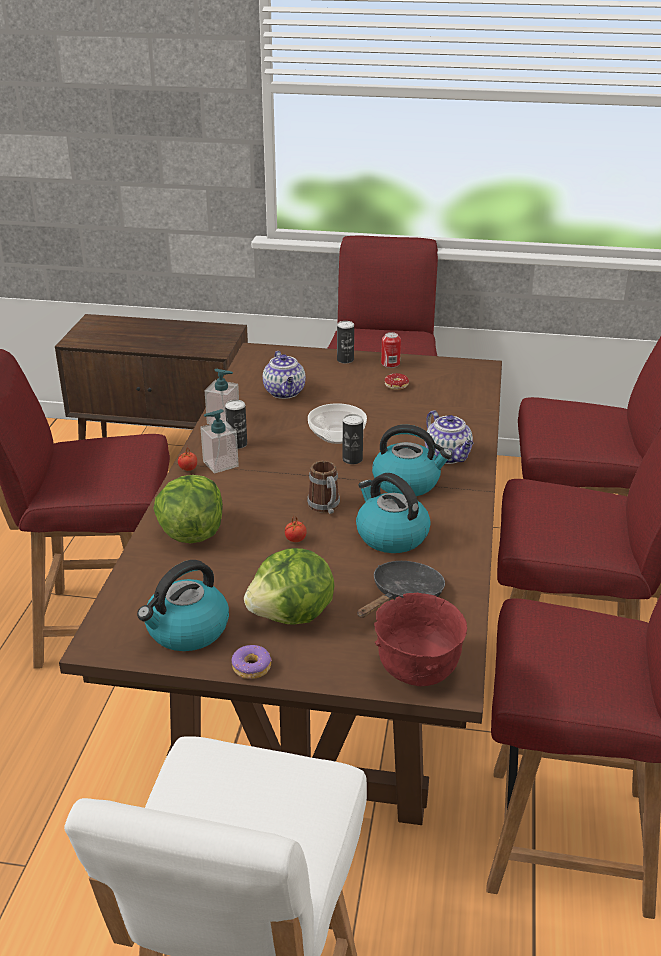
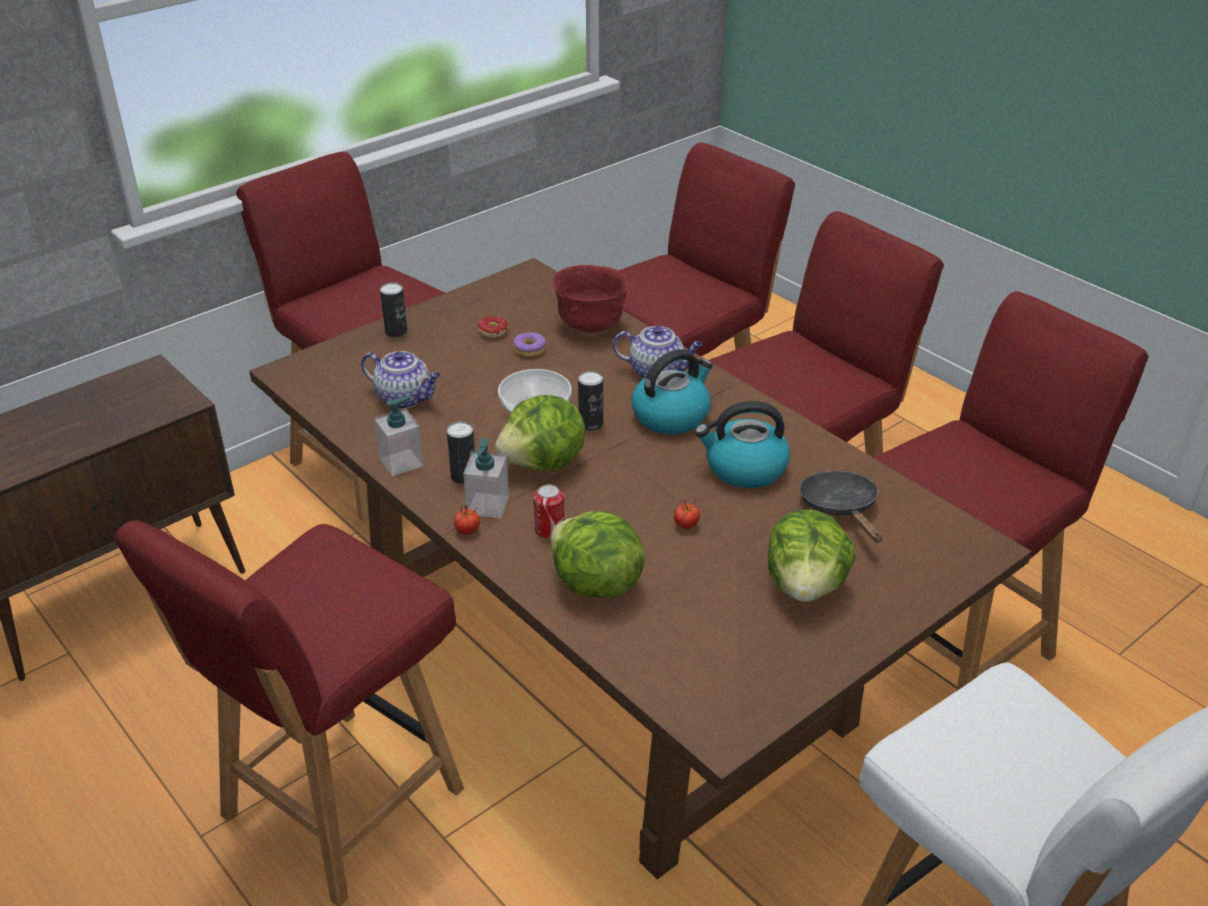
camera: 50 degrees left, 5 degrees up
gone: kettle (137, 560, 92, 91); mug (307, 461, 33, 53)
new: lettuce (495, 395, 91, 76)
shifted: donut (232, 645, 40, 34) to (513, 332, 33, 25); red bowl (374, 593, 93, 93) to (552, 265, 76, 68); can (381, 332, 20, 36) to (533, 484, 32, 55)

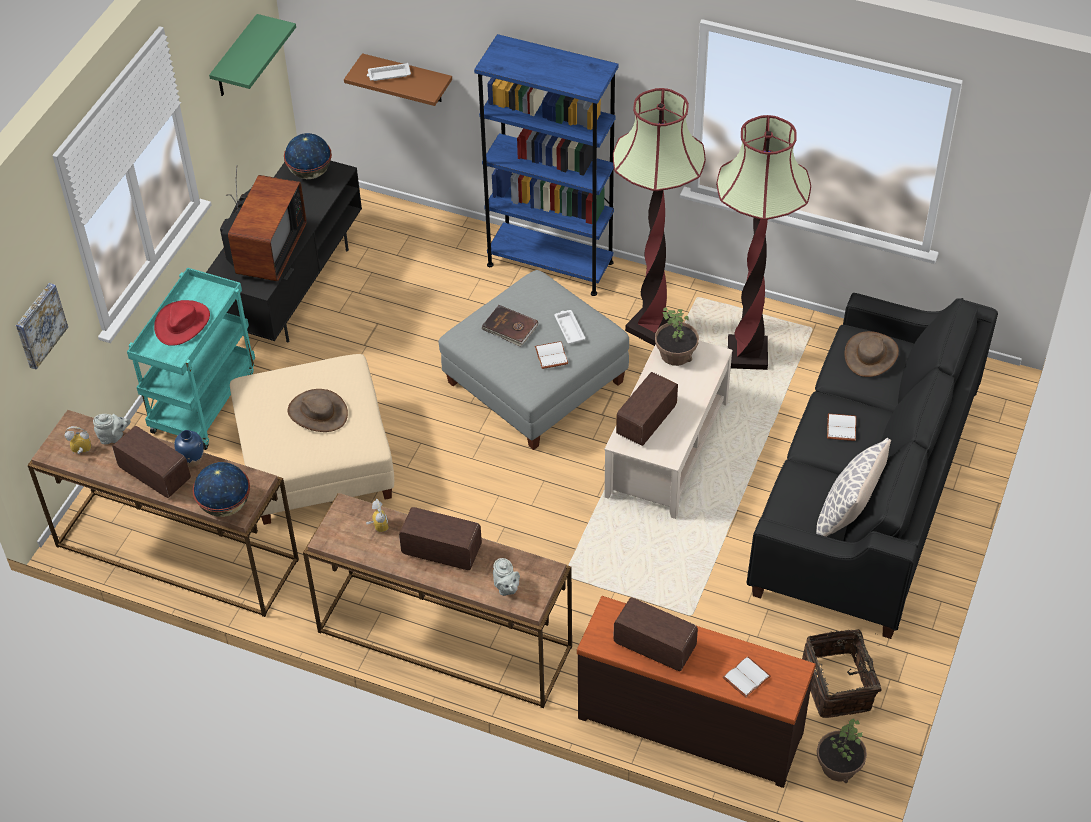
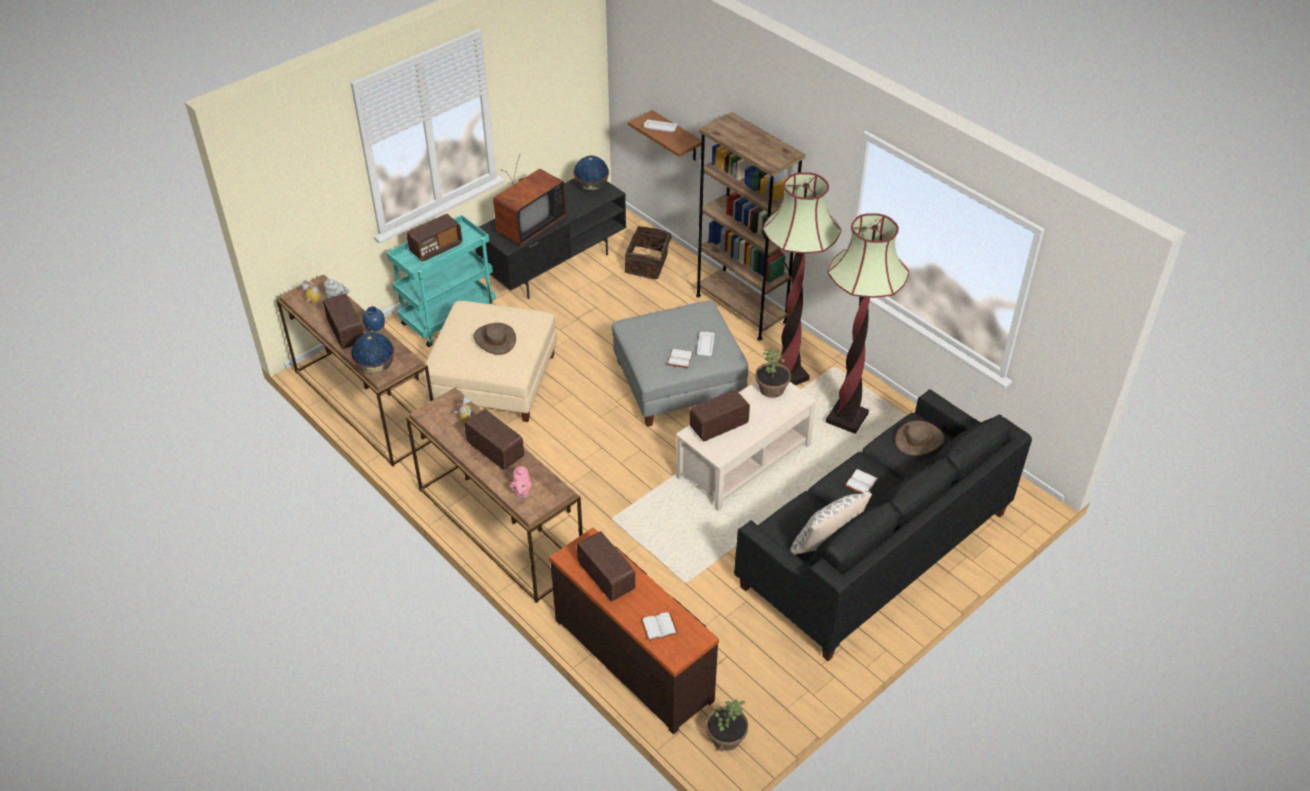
camera: 25 degrees right, 5 degrees down
gone: picture (16, 283, 52, 87); green shelf (209, 14, 87, 82); brown book (481, 305, 57, 42)
shifted: basket (802, 629, 79, 89) to (625, 226, 55, 53)
swapped: red hat (154, 300, 56, 46) to radio (406, 214, 56, 47)
repainted: blue bookcase (474, 34, 144, 262) to brown bookcase (696, 112, 110, 229); grey teapot (493, 558, 27, 38) to pink teapot (510, 466, 21, 32)

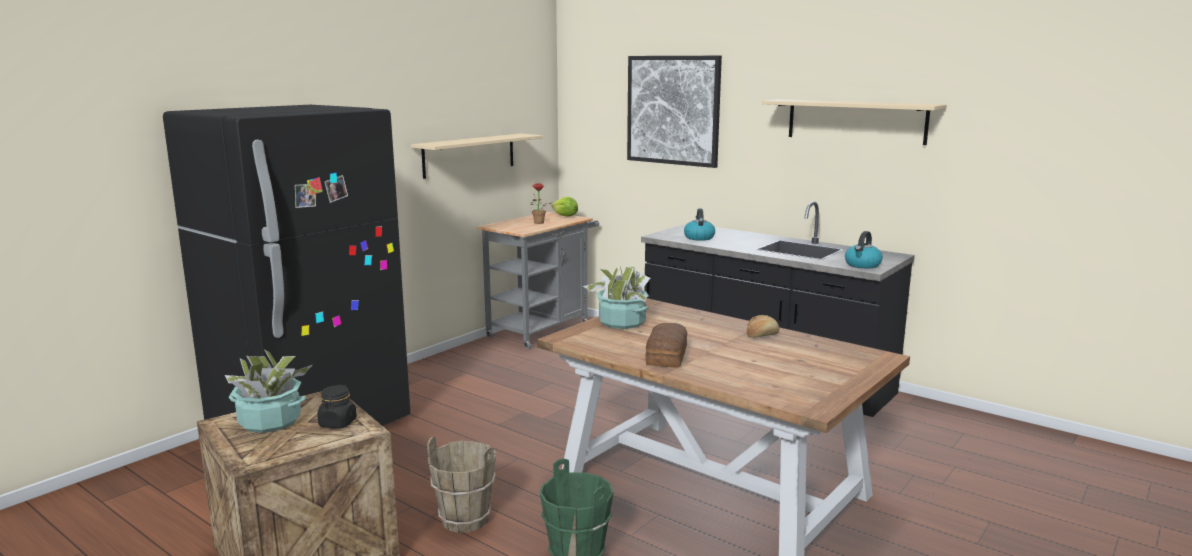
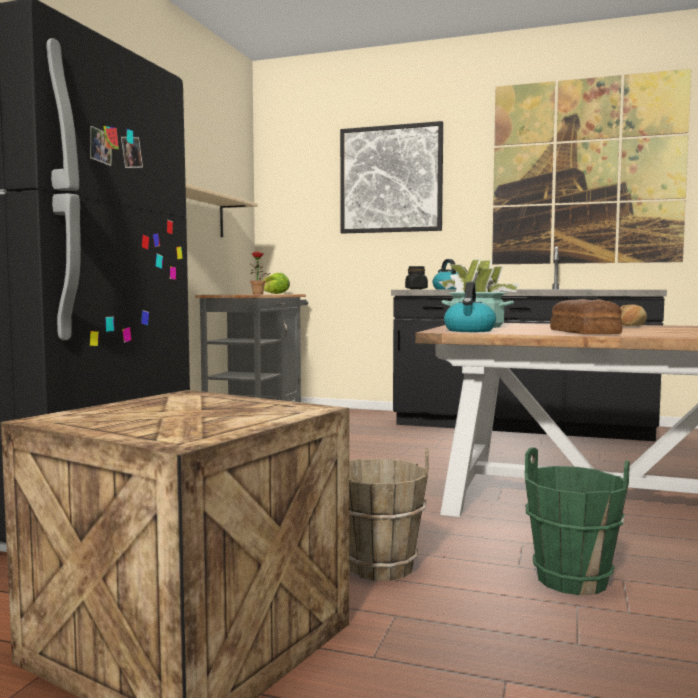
camera: 20 degrees left, 10 degrees down
gone: potted plant (225, 350, 87, 83)
shifted: black jar (317, 385, 40, 43) to (405, 266, 23, 23); kettle (845, 231, 38, 37) to (444, 281, 52, 51)
swapped: beige shelf (762, 99, 185, 46) to picture (492, 69, 199, 195)

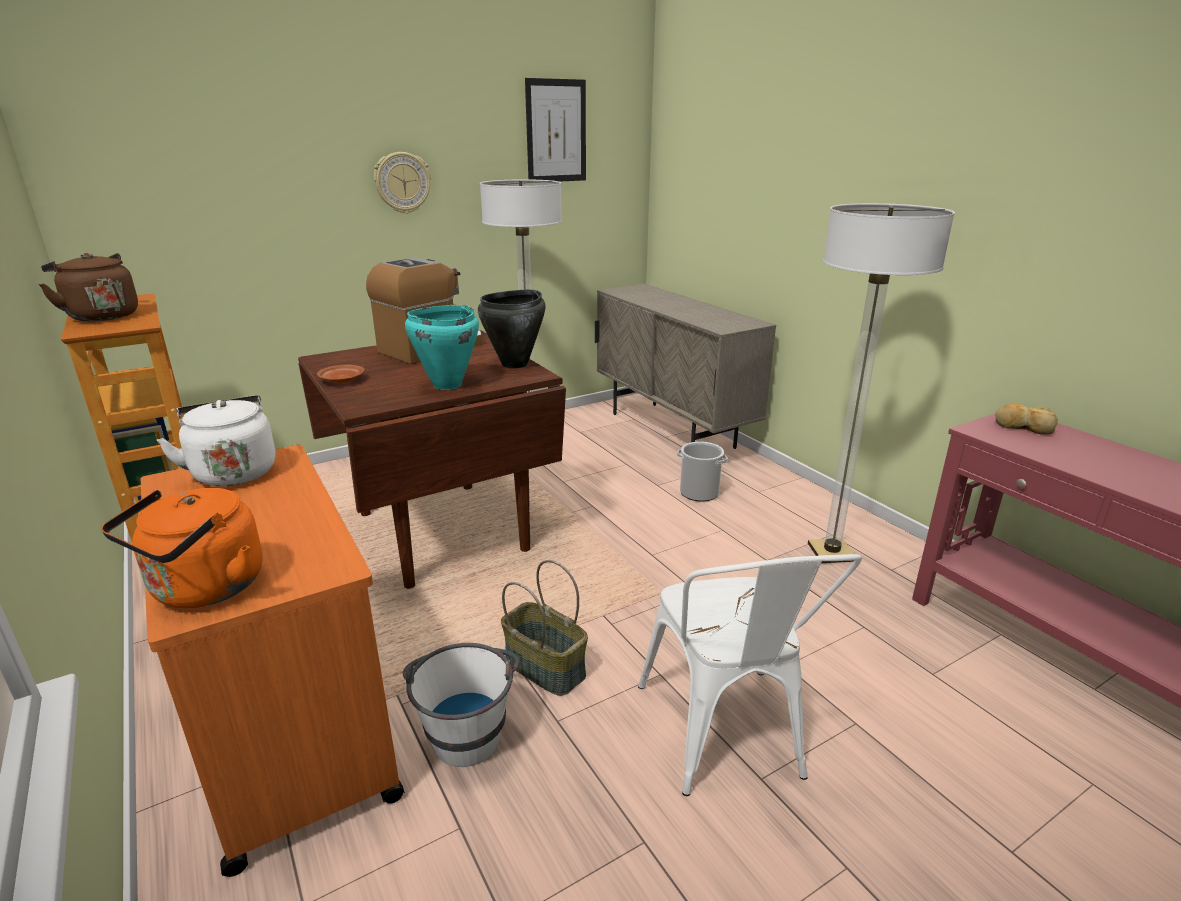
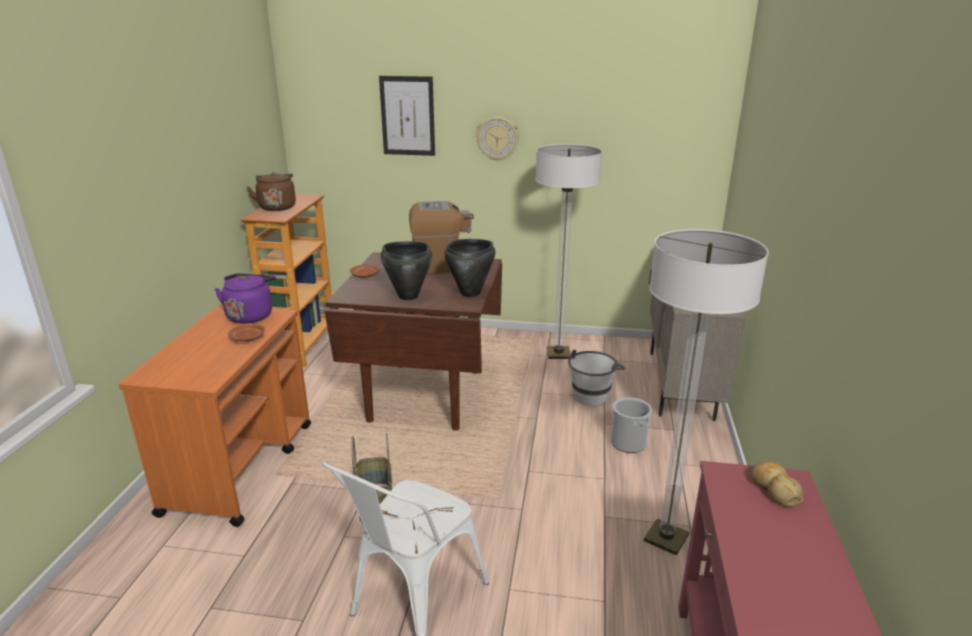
camera: 40 degrees right, 0 degrees up
gone: orange kettle (101, 488, 162, 120)
new: brown plate (228, 324, 37, 17)
shifted: white bucket (403, 643, 117, 124) to (568, 350, 58, 56); picture (525, 78, 61, 104) to (379, 76, 56, 80)
repainted: white kettle (157, 395, 119, 92) to purple kettle (215, 273, 61, 51); turquoise cooking pot (405, 305, 74, 85) to black cooking pot (380, 241, 53, 59)

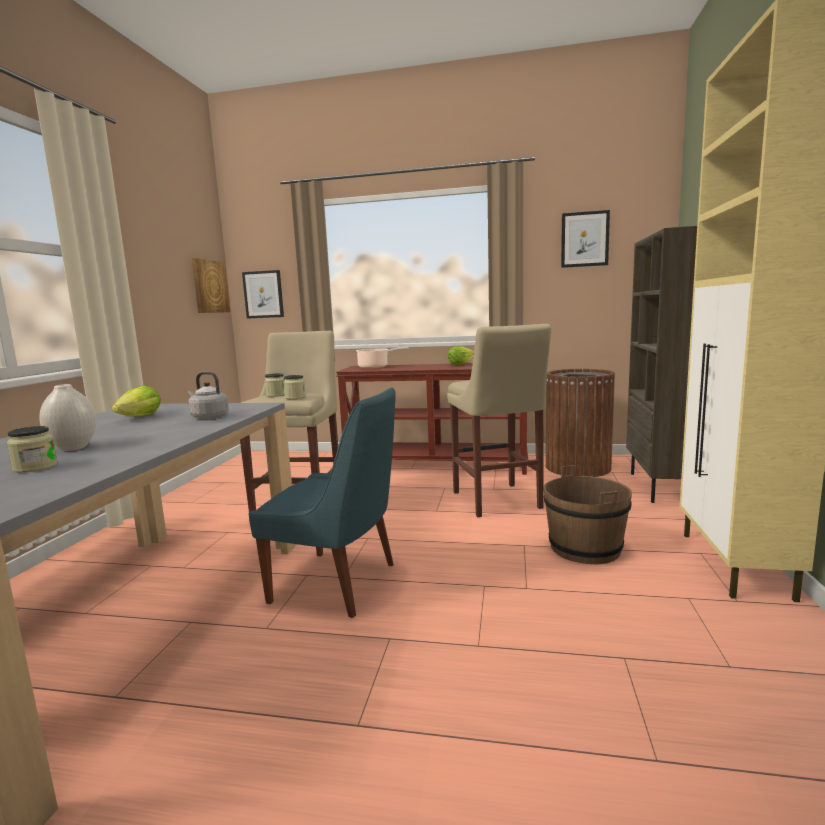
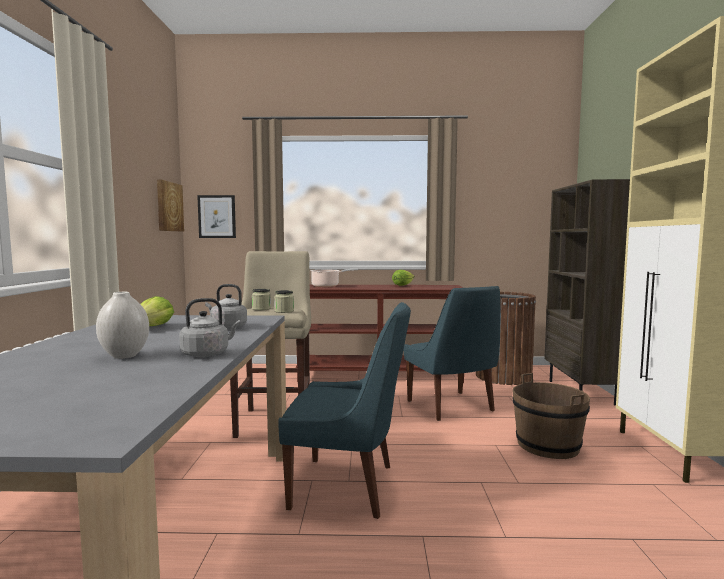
camera: 10 degrees left, 5 degrees down
gone: jar (7, 426, 50, 47); picture (561, 210, 49, 58)
new: grey kettle (179, 298, 62, 59)
swapped: beige stool (447, 324, 104, 193) to blue chair (404, 286, 96, 135)

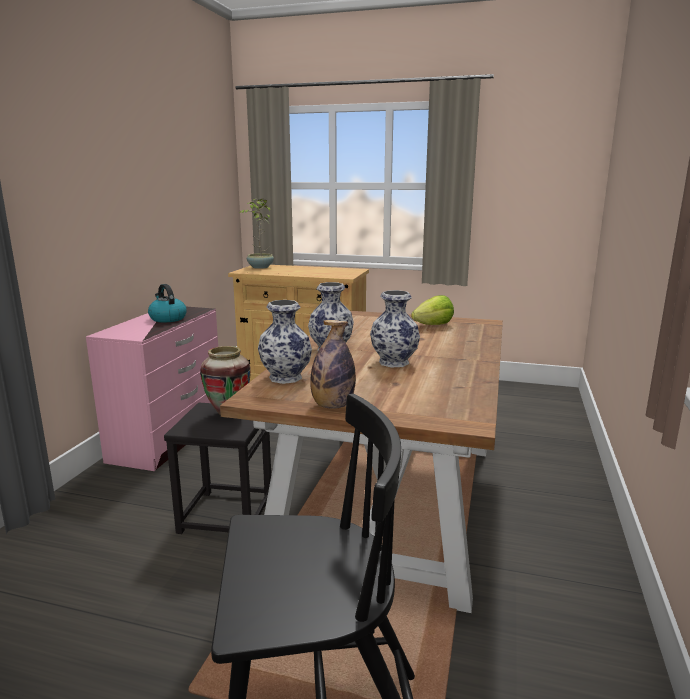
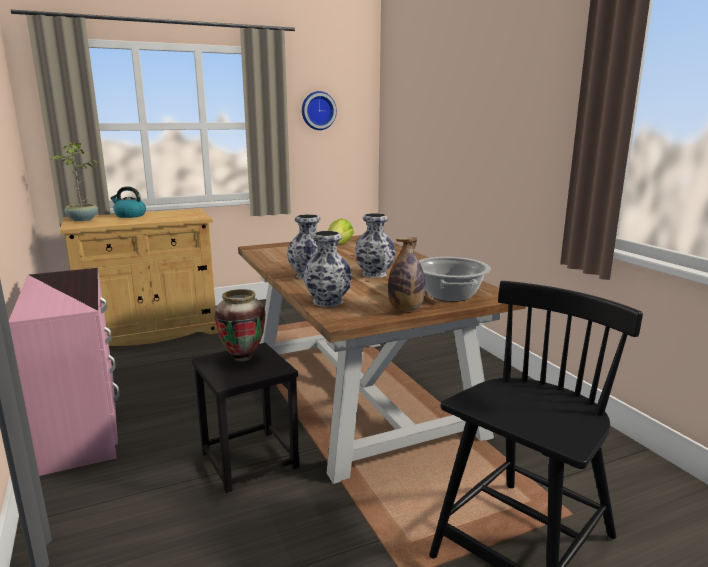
camera: 40 degrees left, 0 degrees up
new: wall clock (302, 91, 35, 39); cooking pot (419, 257, 72, 45)
shifted: kettle (148, 284, 39, 38) to (110, 187, 36, 31)

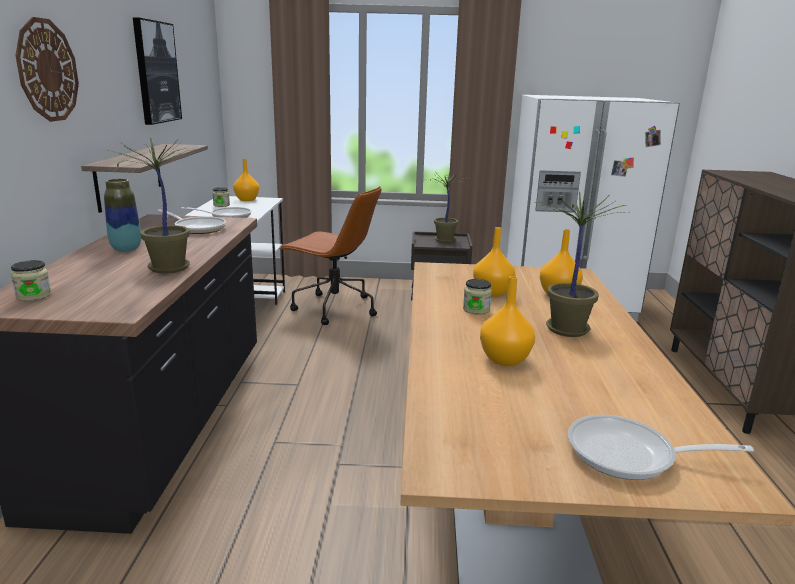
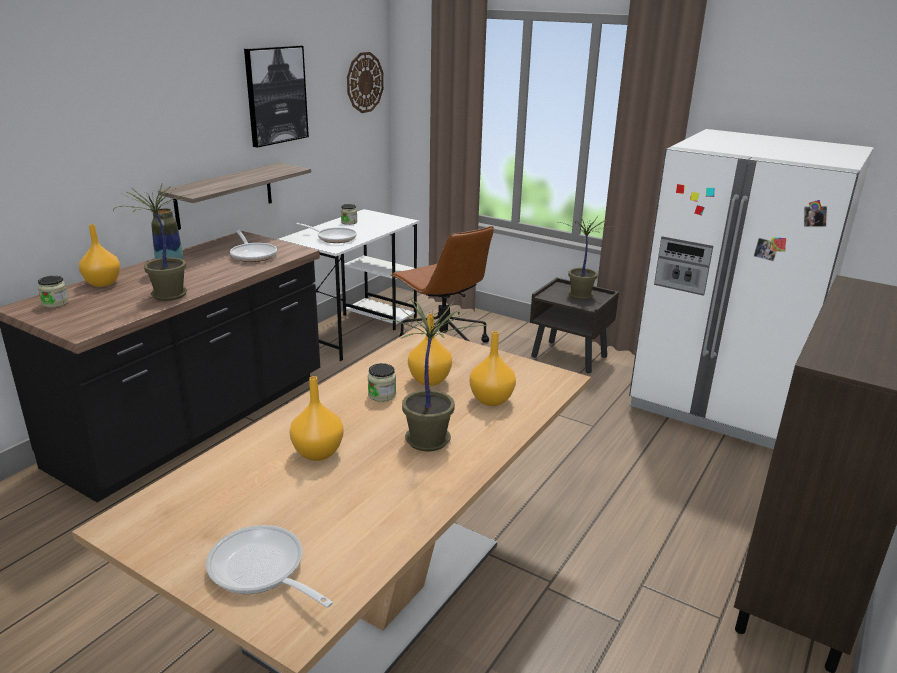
camera: 30 degrees right, 5 degrees up
shifted: wall clock (15, 17, 64, 105) to (347, 52, 37, 61); orange vase (233, 159, 26, 42) to (79, 224, 41, 63)

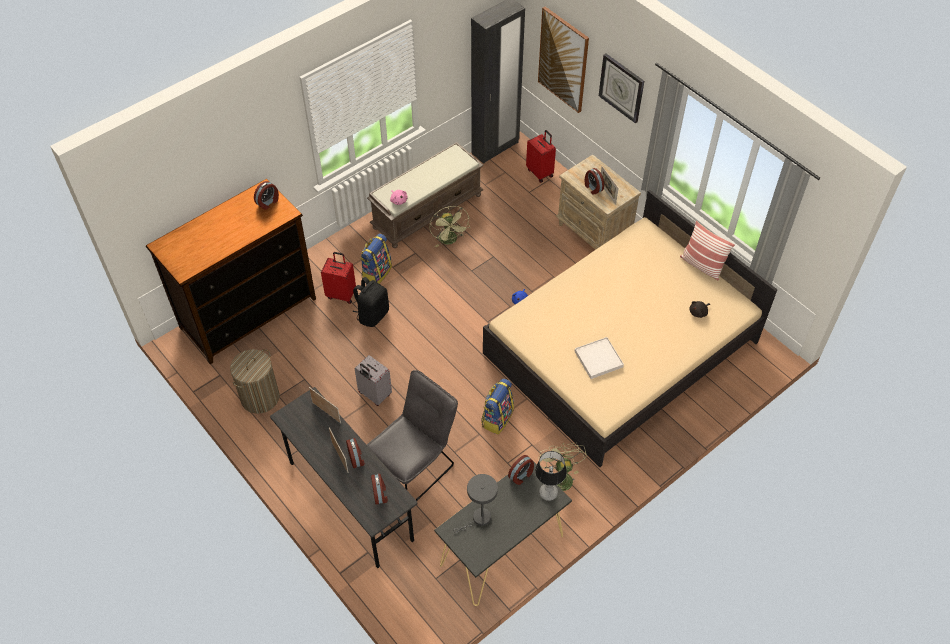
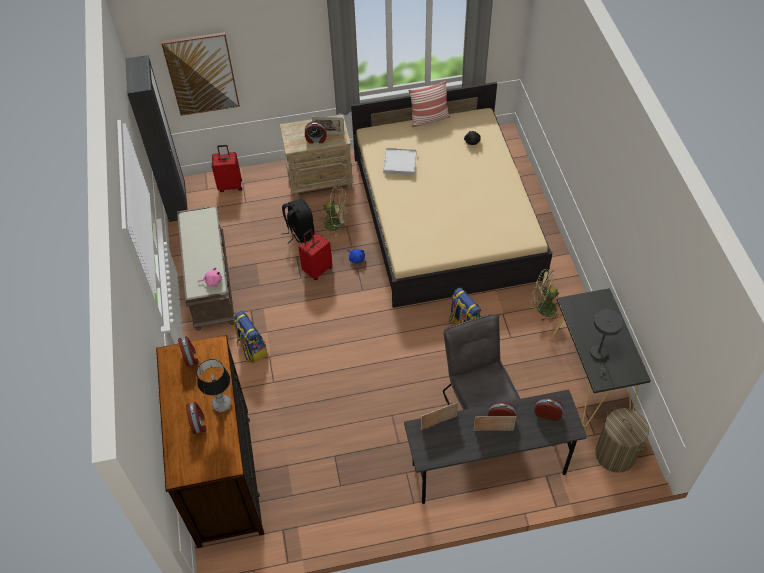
camera: 60 degrees left, 0 degrees up
gone: grey suitcase (354, 355, 38, 51); wall clock (599, 53, 45, 71)
shifted: laundry basket (230, 349, 49, 65) to (595, 407, 54, 66); red suitcase (321, 252, 35, 52) to (299, 229, 33, 51); black backpack (353, 277, 36, 50) to (282, 199, 33, 45); green fan (430, 206, 40, 41) to (321, 187, 28, 50); alarm clock (508, 455, 26, 30) to (186, 402, 20, 32); table lamp (535, 451, 32, 50) to (197, 359, 34, 53); white tray (574, 337, 50, 42) to (383, 148, 33, 27)

